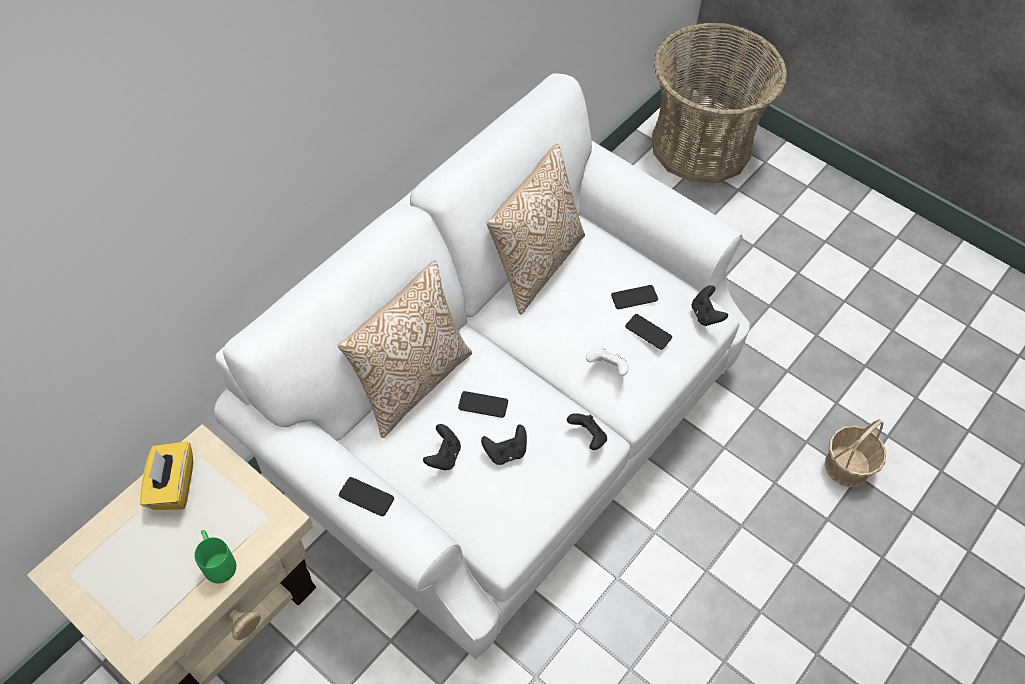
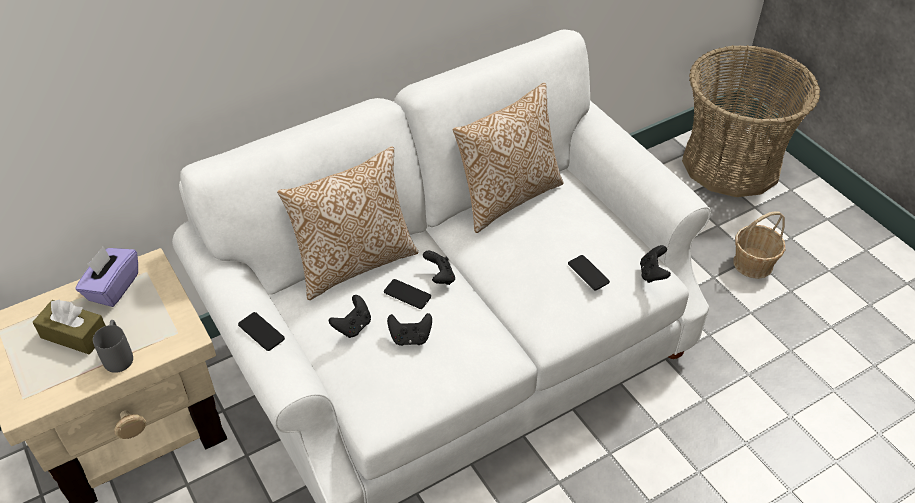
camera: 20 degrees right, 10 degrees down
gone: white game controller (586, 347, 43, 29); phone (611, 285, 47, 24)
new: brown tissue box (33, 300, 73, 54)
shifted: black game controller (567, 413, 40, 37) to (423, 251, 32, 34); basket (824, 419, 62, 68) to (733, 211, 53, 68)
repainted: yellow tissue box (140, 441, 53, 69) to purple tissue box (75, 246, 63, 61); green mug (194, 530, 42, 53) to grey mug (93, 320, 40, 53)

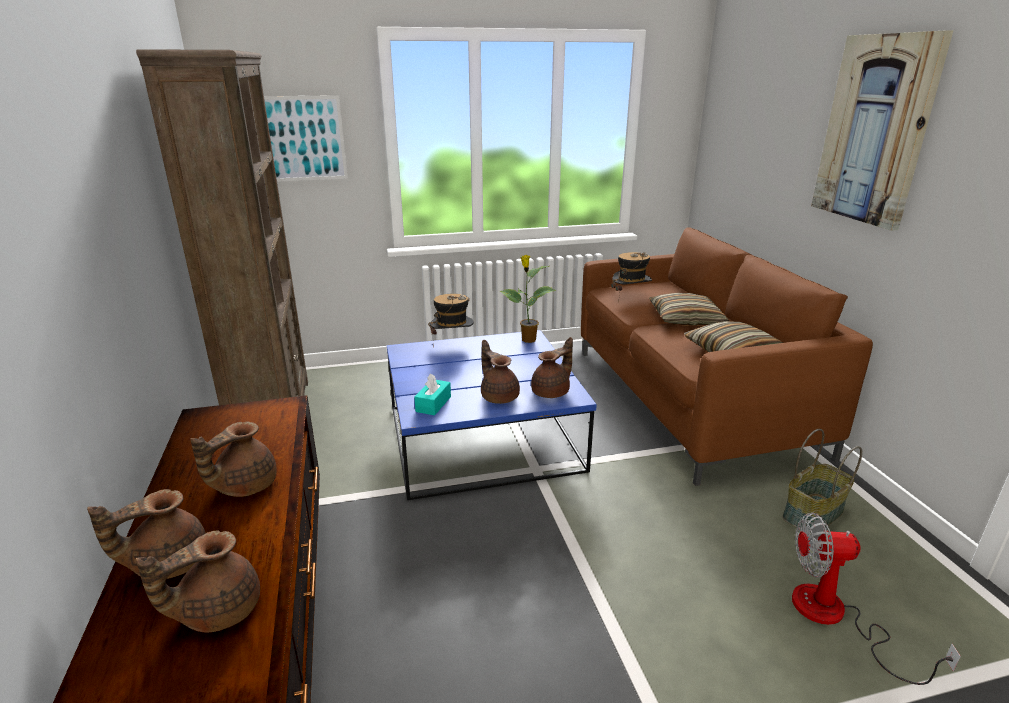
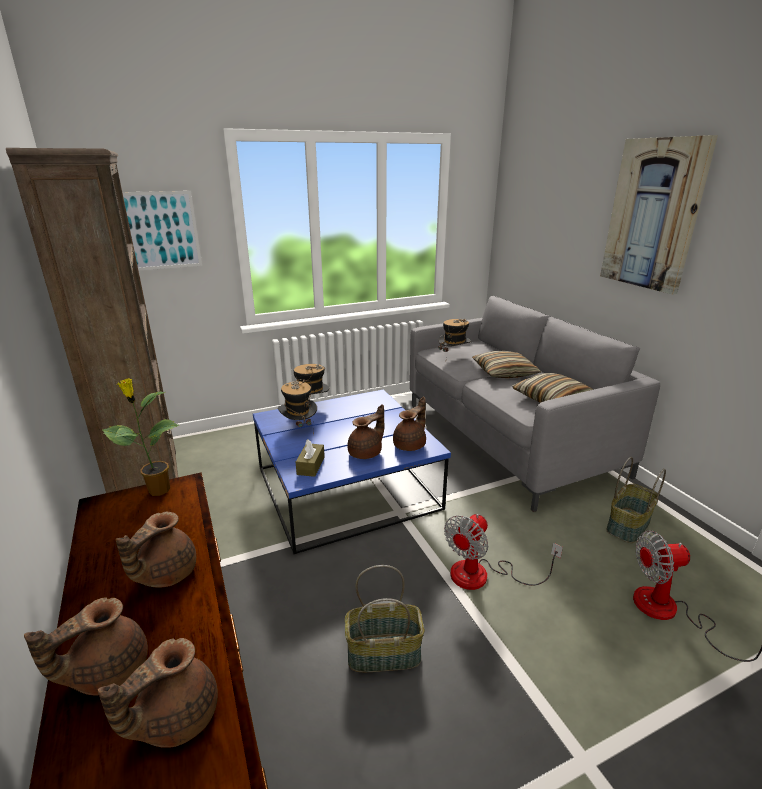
camera: 10 degrees left, 0 degrees up
new: hat (278, 379, 39, 56); basket (345, 565, 79, 107); fan (444, 514, 119, 76)
shifted: potted plant (500, 255, 56, 88) to (102, 378, 77, 118)
repainted: turquoise tissue box (414, 374, 37, 42) to brown tissue box (296, 439, 29, 38); brown sofa (581, 227, 292, 259) to grey sofa (410, 296, 250, 216)
rotated: brown teapot (481, 340, 39, 64) = (347, 404, 37, 55) 90 degrees clockwise

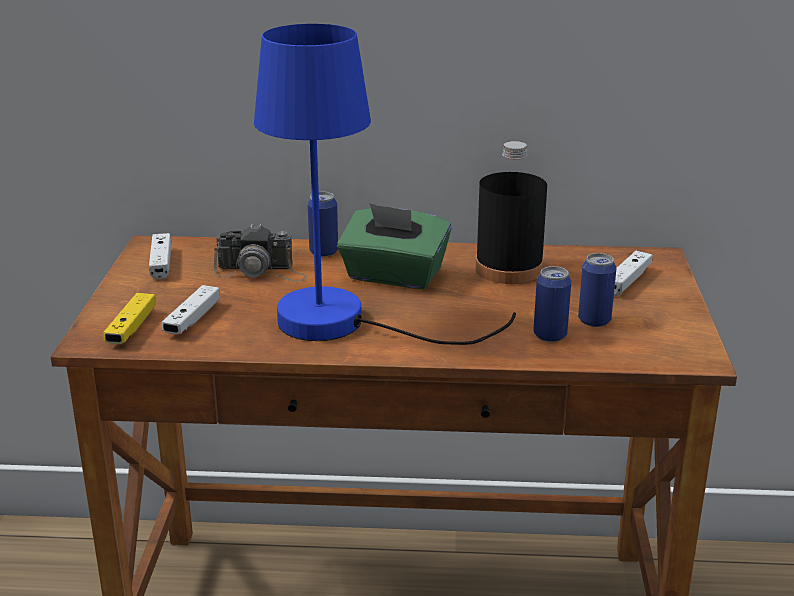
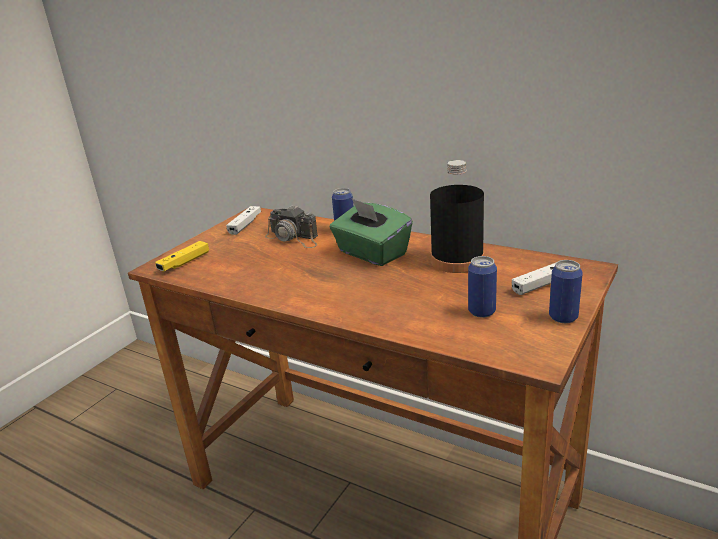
camera: 30 degrees right, 0 degrees up
gone: white game controller (162, 285, 58, 49); blue table lamp (254, 24, 262, 321)
shifted: can (533, 266, 38, 76) to (549, 260, 34, 63)

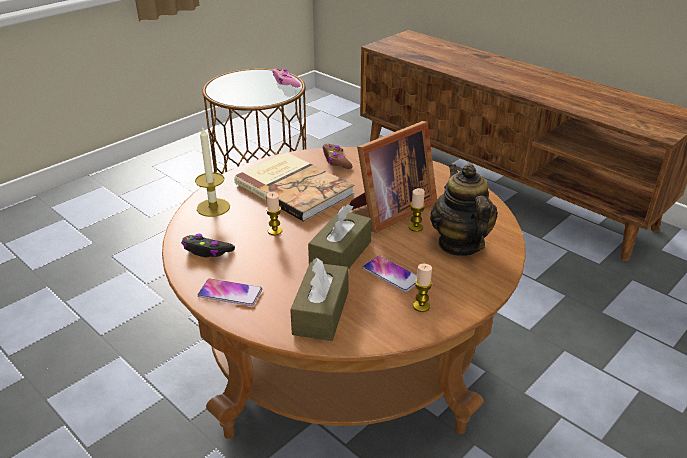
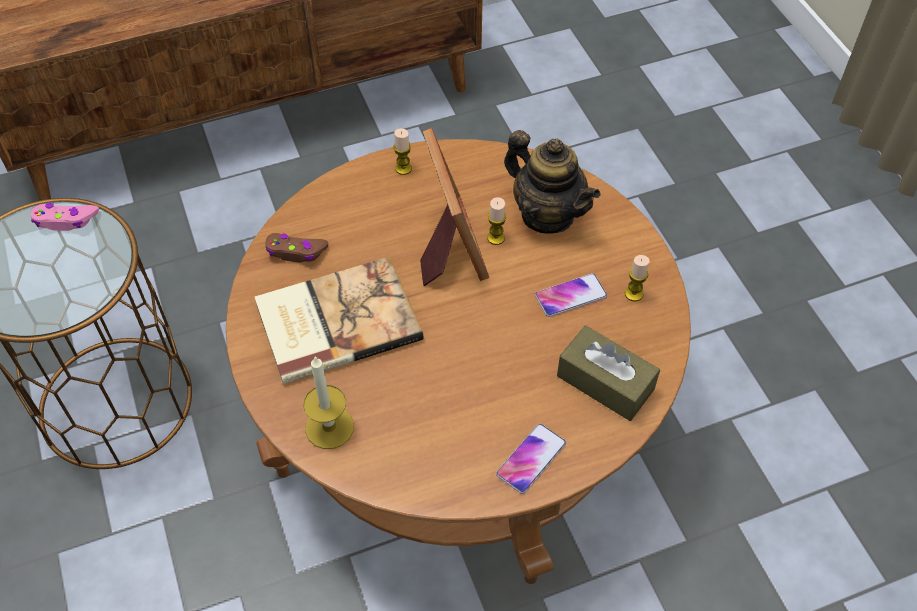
camera: 65 degrees left, 20 degrees up
gone: black game controller (181, 234, 54, 23); brown tissue box (308, 204, 64, 64)
shifted: candle (266, 192, 16, 43) to (394, 128, 18, 47)
rotated: teapot (430, 164, 68, 92) = (504, 130, 96, 104) 150 degrees counterclockwise

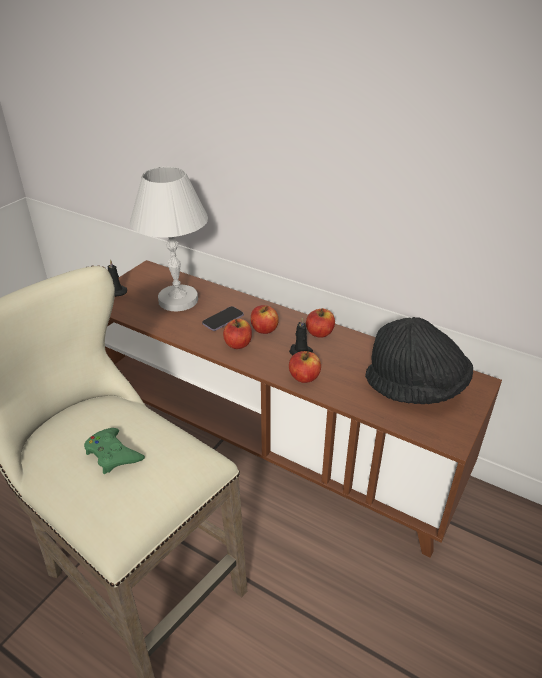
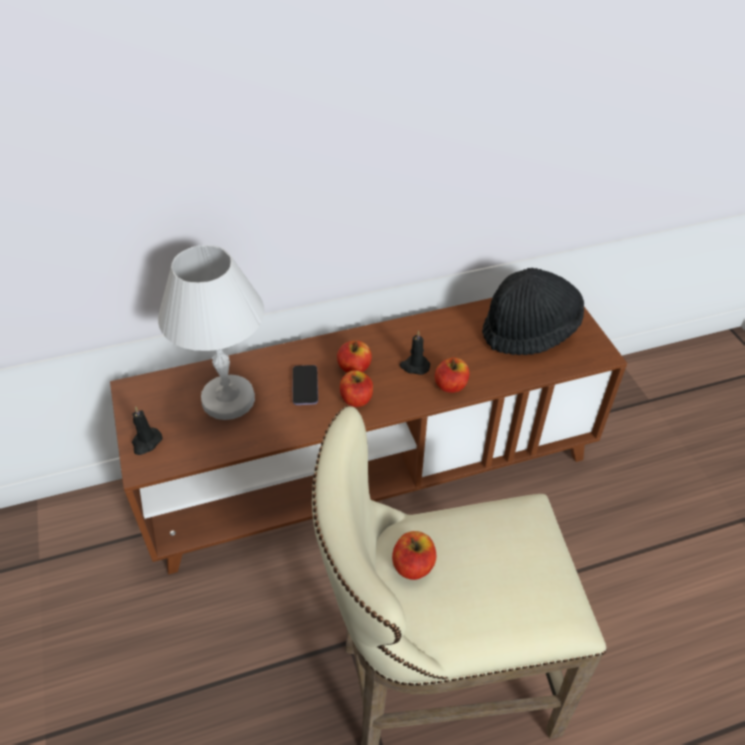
camera: 50 degrees left, 10 degrees up
gone: green game controller (84, 428, 61, 46)
shifted: apple (306, 308, 29, 30) to (392, 531, 44, 49)

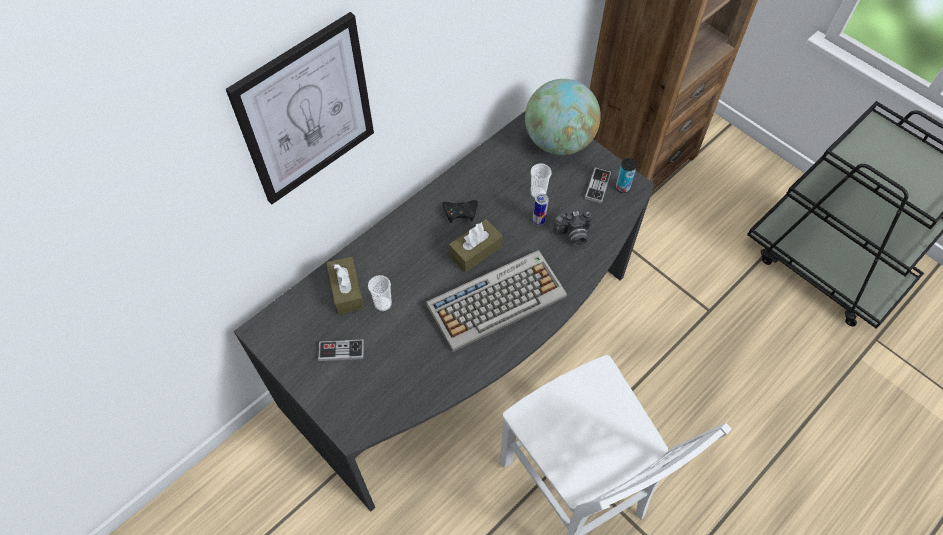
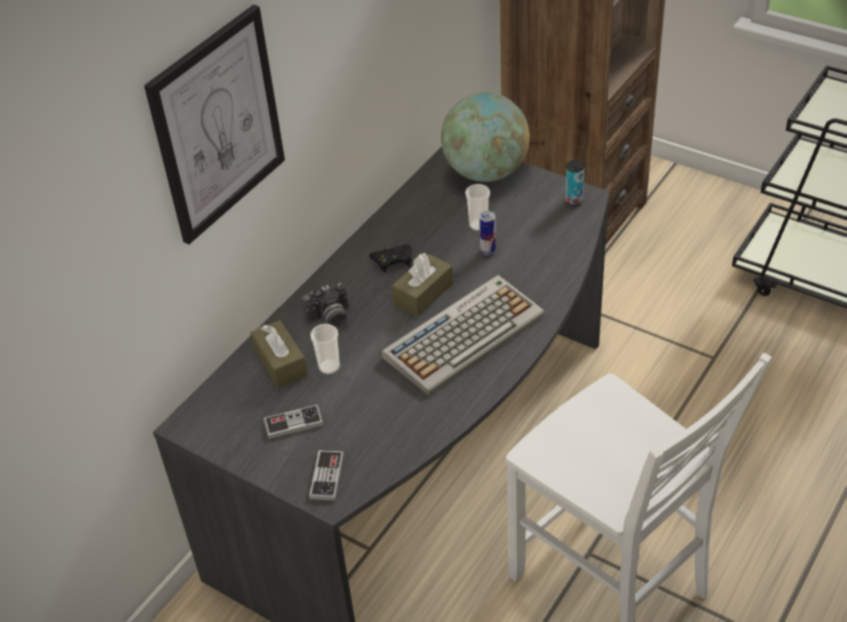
camera: 10 degrees left, 15 degrees down
shifted: photo camera (553, 211, 39, 35) to (301, 282, 48, 45); game controller (585, 167, 26, 37) to (309, 450, 35, 51)

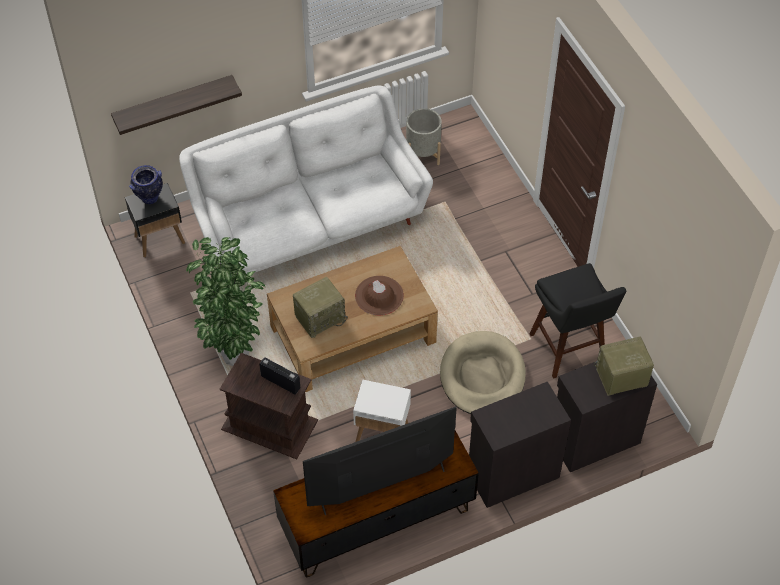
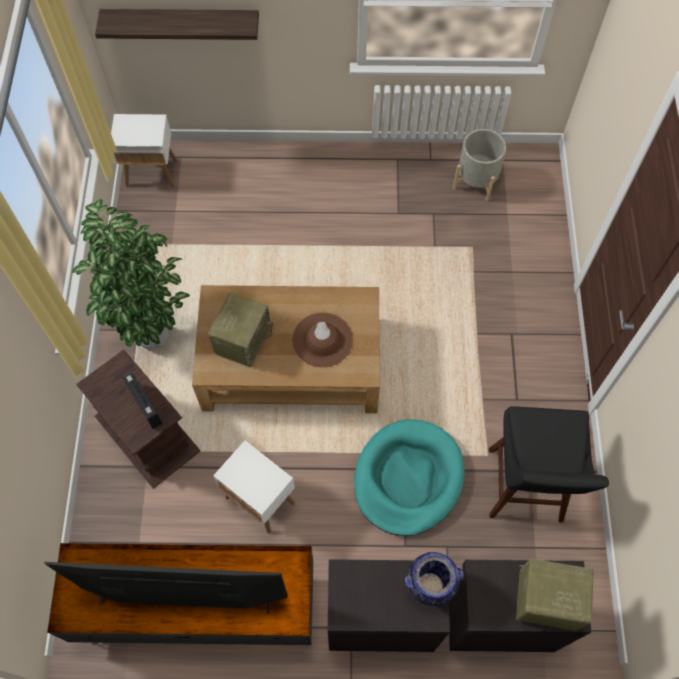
camera: 25 degrees right, 10 degrees up
gone: white sofa (179, 86, 254, 188)
shifted: vase (129, 165, 34, 39) to (405, 552, 59, 54)
repainted: black side table (125, 183, 60, 75) to white side table (111, 114, 67, 74); beige dog bed (440, 331, 86, 83) to turquoise dog bed (354, 419, 111, 117)
rotated: radio (293, 277, 55, 61) = (208, 292, 65, 76) 60 degrees counterclockwise

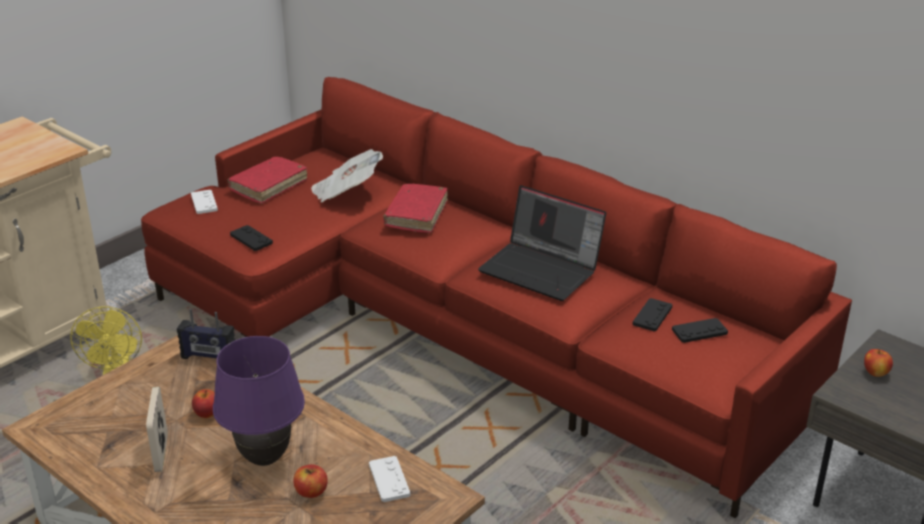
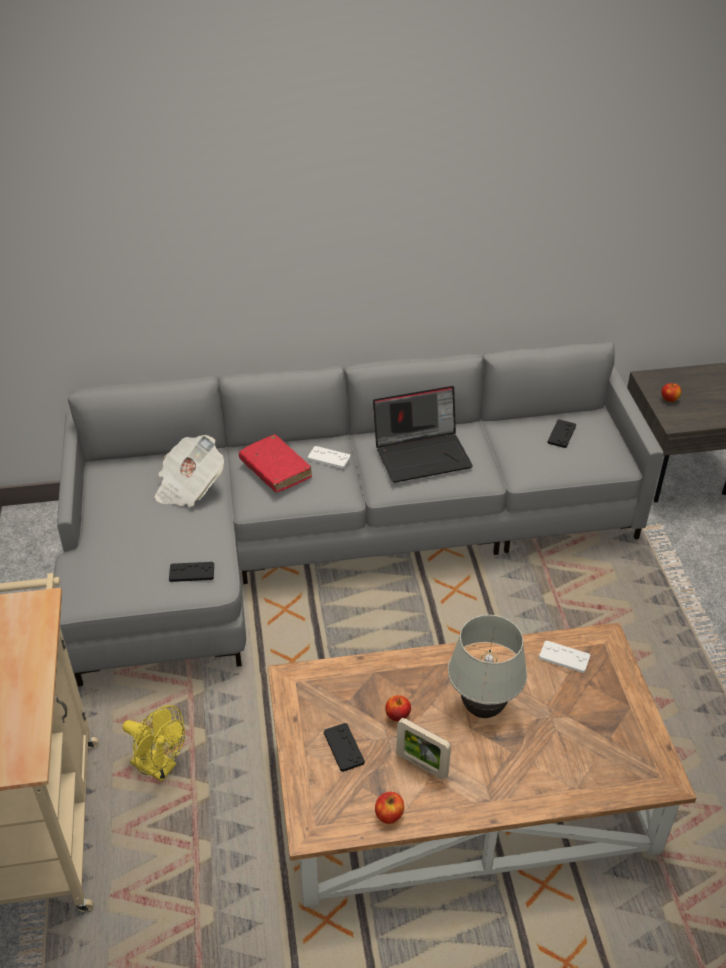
camera: 50 degrees left, 10 degrees up
gone: radio (177, 309, 58, 50); red book (227, 157, 80, 47)
shifted: white game controller (191, 190, 27, 24) to (308, 446, 43, 23); apple (293, 465, 35, 33) to (375, 792, 29, 32); black game controller (632, 298, 40, 34) to (324, 723, 41, 49)
repainted: red sofa (141, 77, 711, 441) to grey sofa (54, 342, 610, 345); purple table lamp (213, 336, 92, 130) to white table lamp (448, 615, 79, 103)

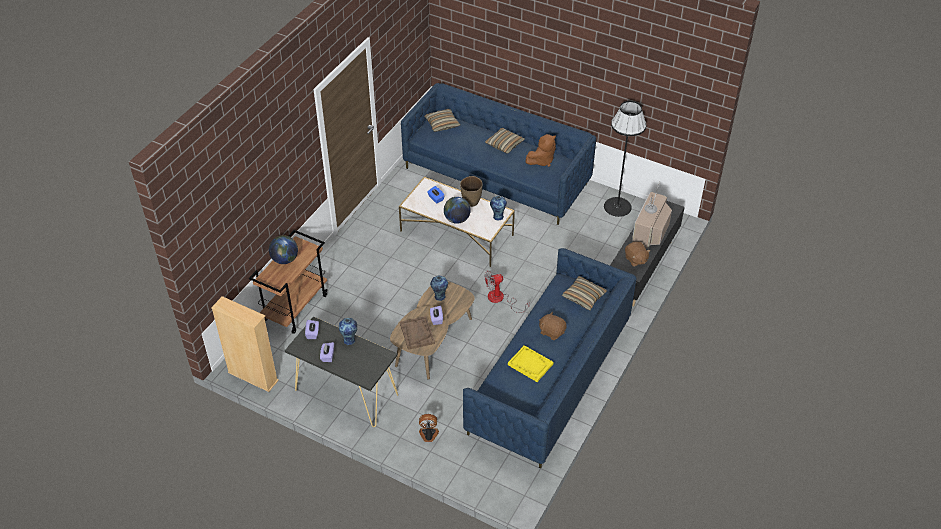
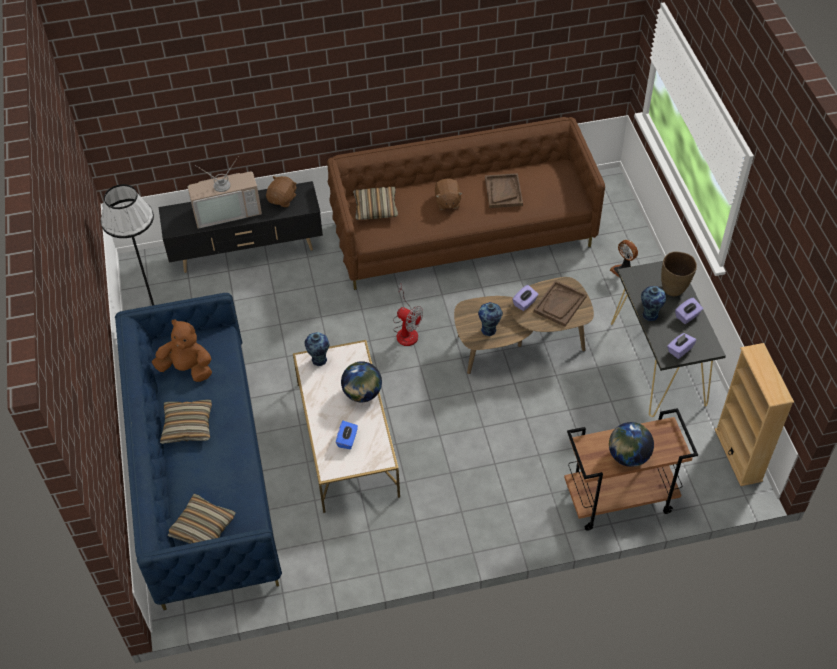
camera: 130 degrees left, 5 degrees up
shifted: brown vase (460, 176, 23, 31) to (661, 252, 36, 44)
repainted: blue sofa (463, 248, 174, 220) to brown sofa (327, 117, 278, 173); yellow tray (508, 345, 46, 37) to brown tray (485, 173, 38, 35)

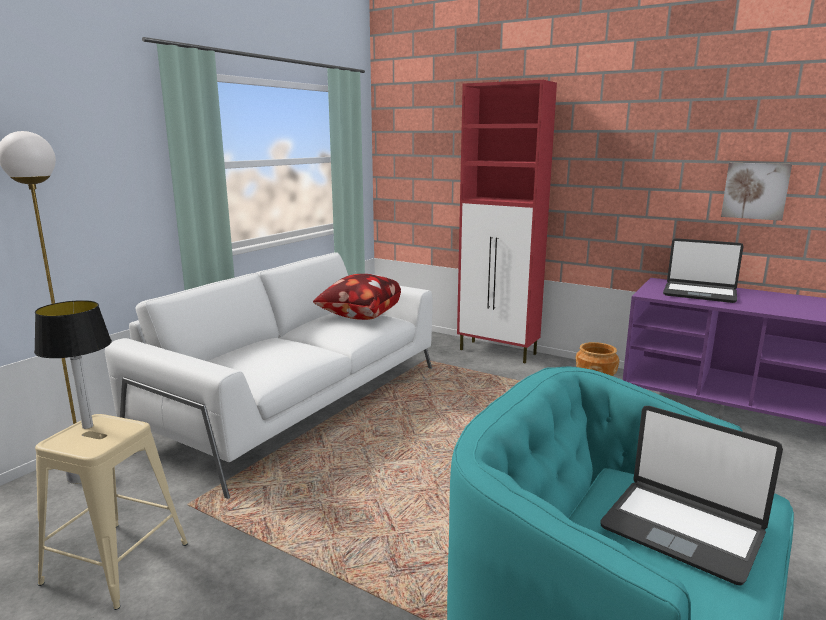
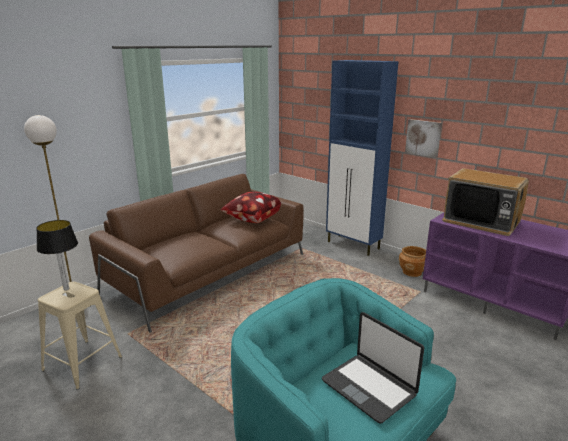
camera: 10 degrees right, 5 degrees up
shifted: picture (721, 163, 71, 58) to (405, 119, 37, 39)
swapped: laptop (663, 238, 81, 65) to television (442, 168, 87, 68)
repainted: white sofa (105, 253, 327, 246) to brown sofa (89, 174, 215, 159); red cabinet (457, 80, 100, 283) to blue cabinet (326, 60, 73, 196)

